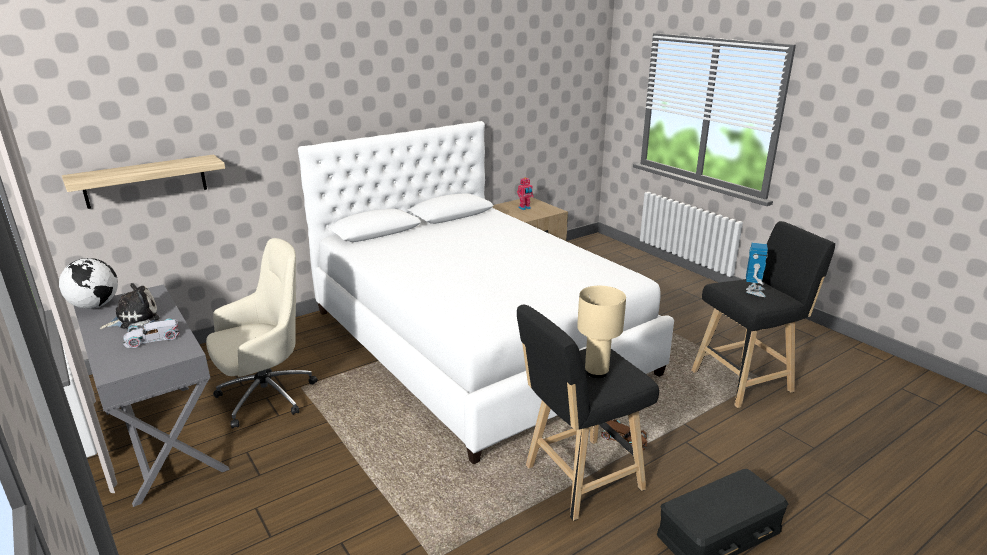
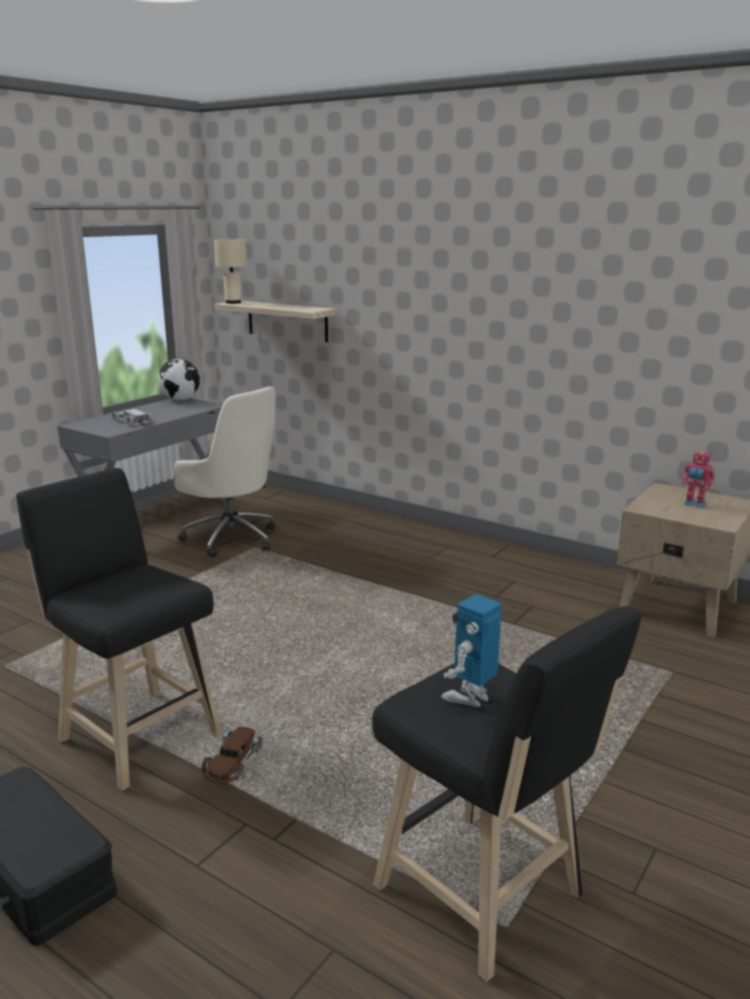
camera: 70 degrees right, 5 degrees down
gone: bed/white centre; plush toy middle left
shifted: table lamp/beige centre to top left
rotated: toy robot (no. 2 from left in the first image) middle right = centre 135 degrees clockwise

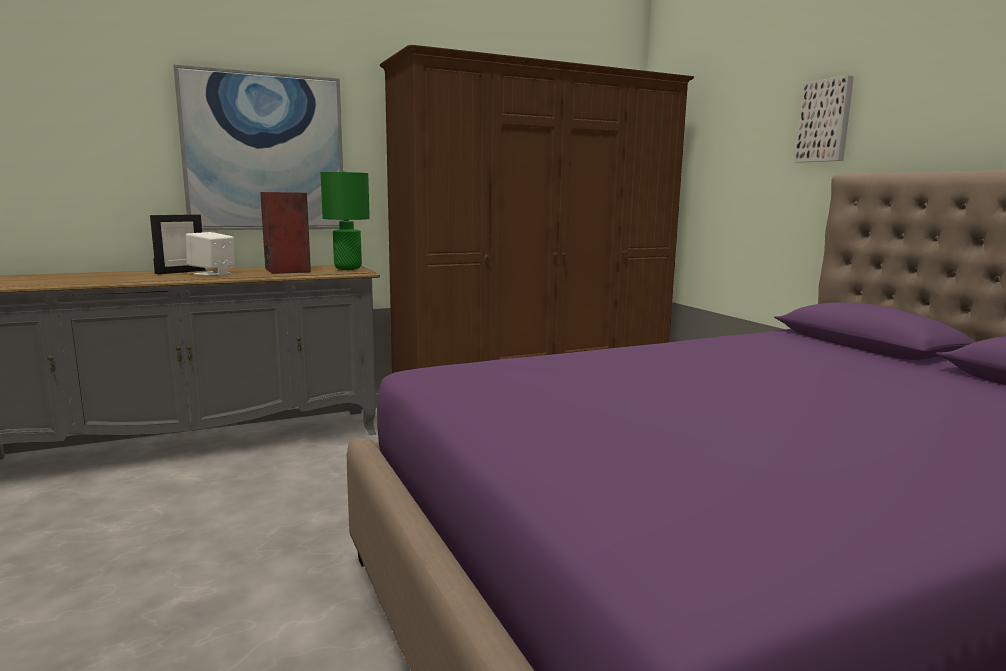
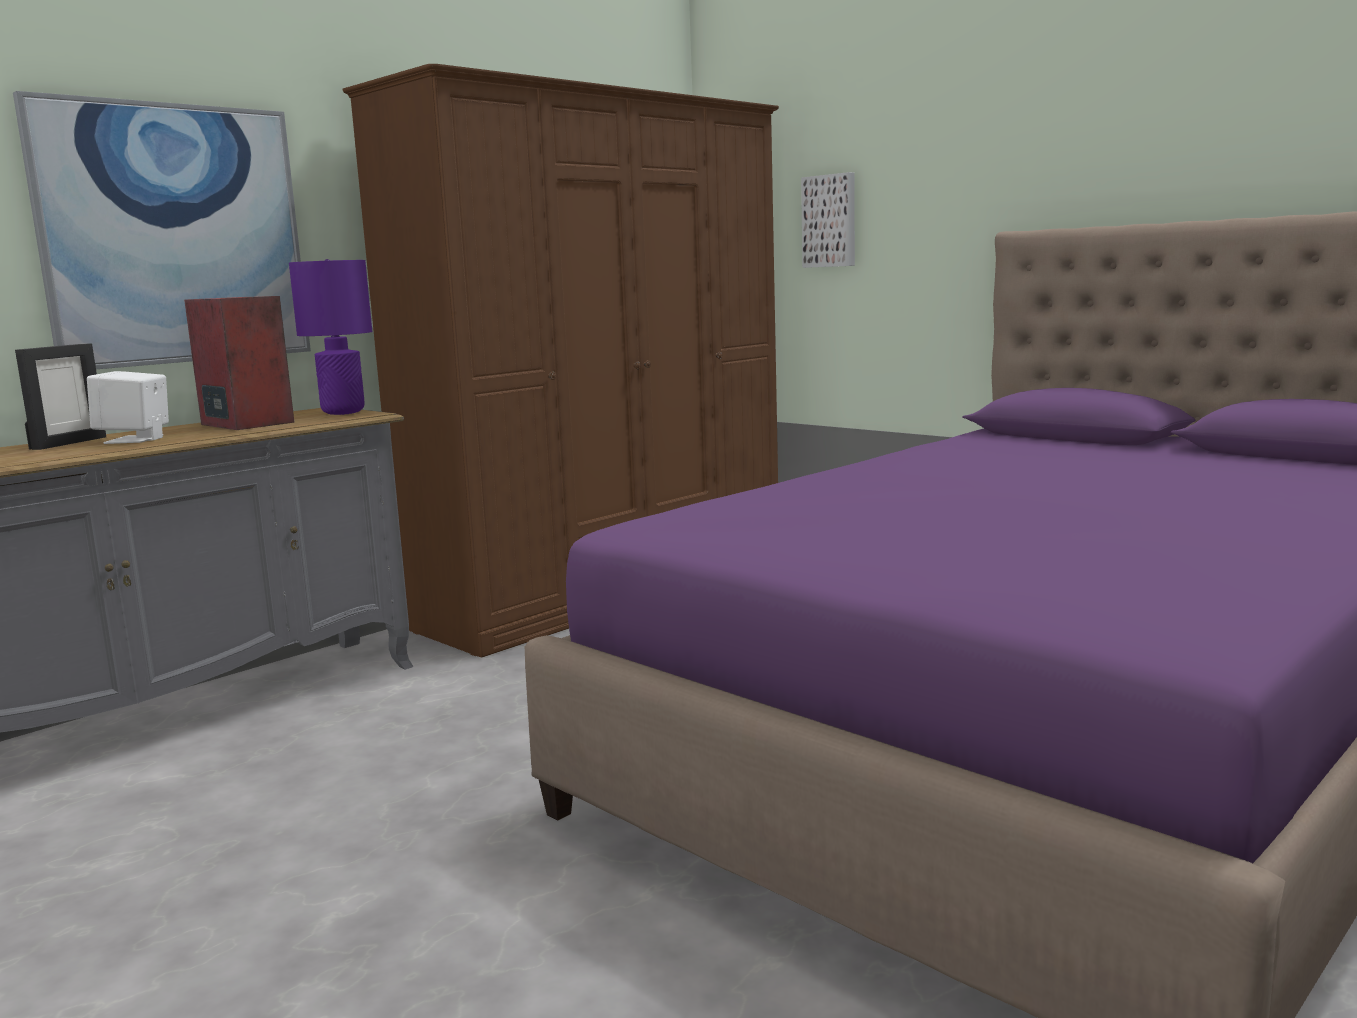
camera: 20 degrees left, 0 degrees up
shifted: picture (no. 2 from left) top right to top centre
repainted: table lamp/green top centre to table lamp/purple top left

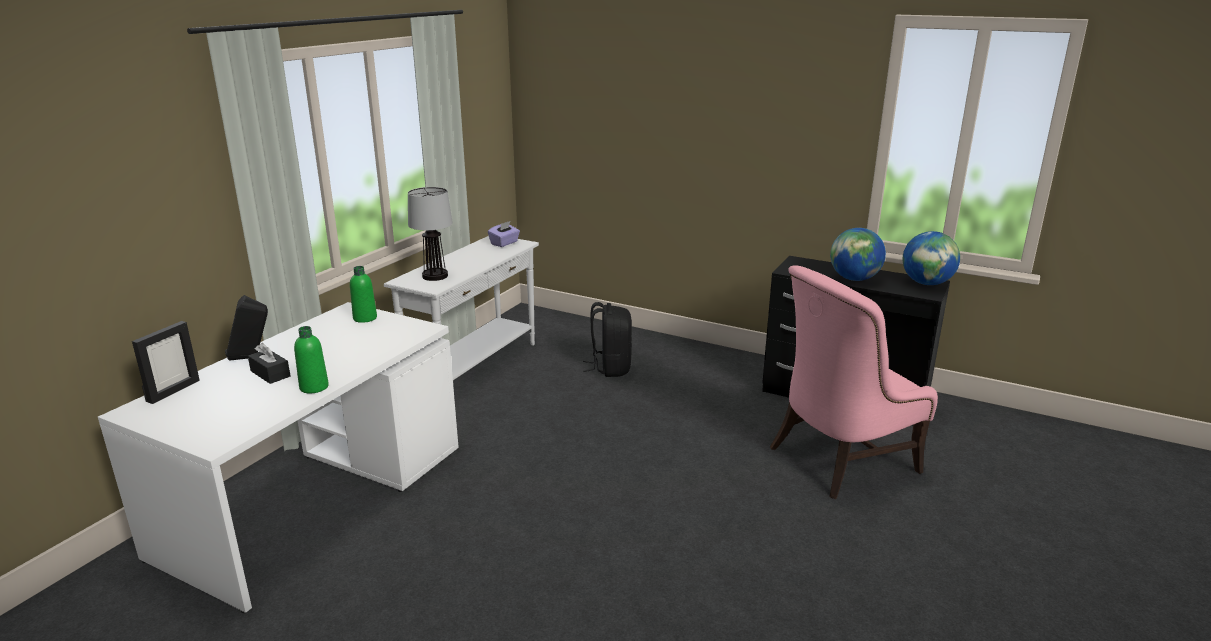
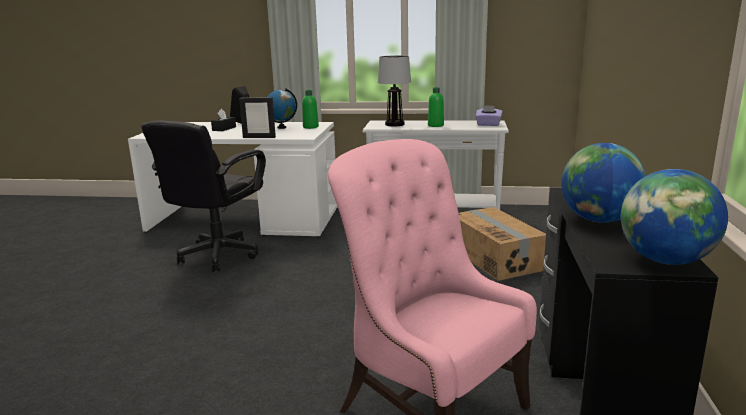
camera: 70 degrees right, 5 degrees down
new: globe (no. 1 from left) top centre; office chair/black middle left
shifted: picture frame middle left to top centre; bottle/green (no. 1 from left in the first image) middle left to bottle/green (no. 2 from left) top centre
swapped: backpack/black centre to cardboard box middle right

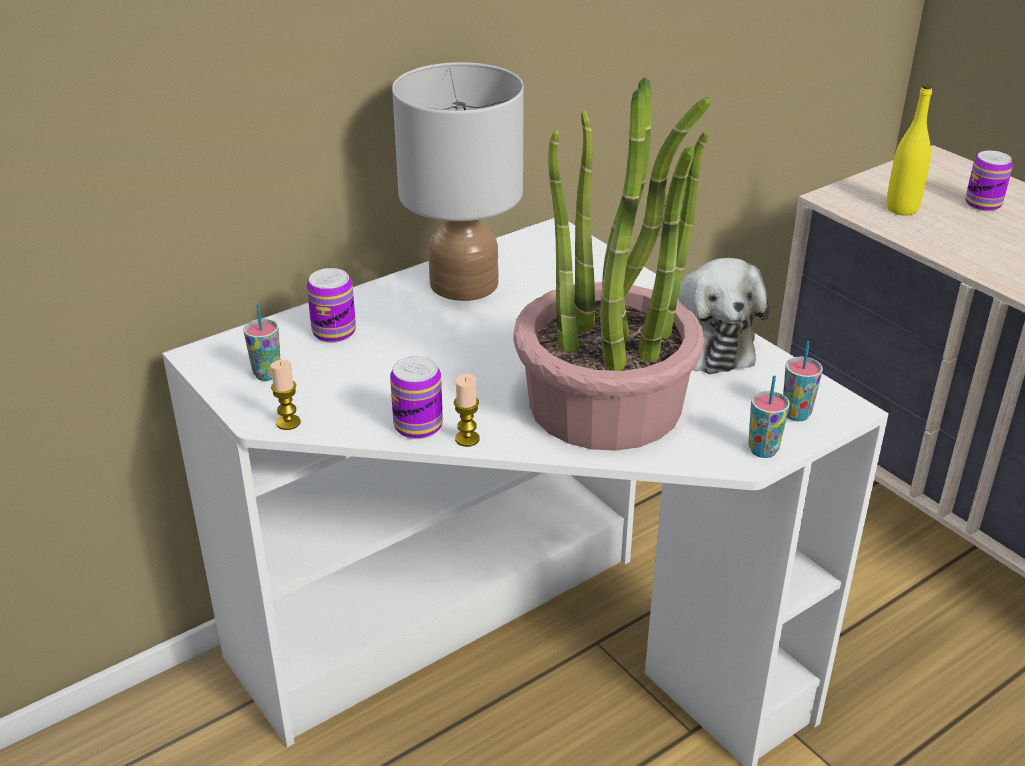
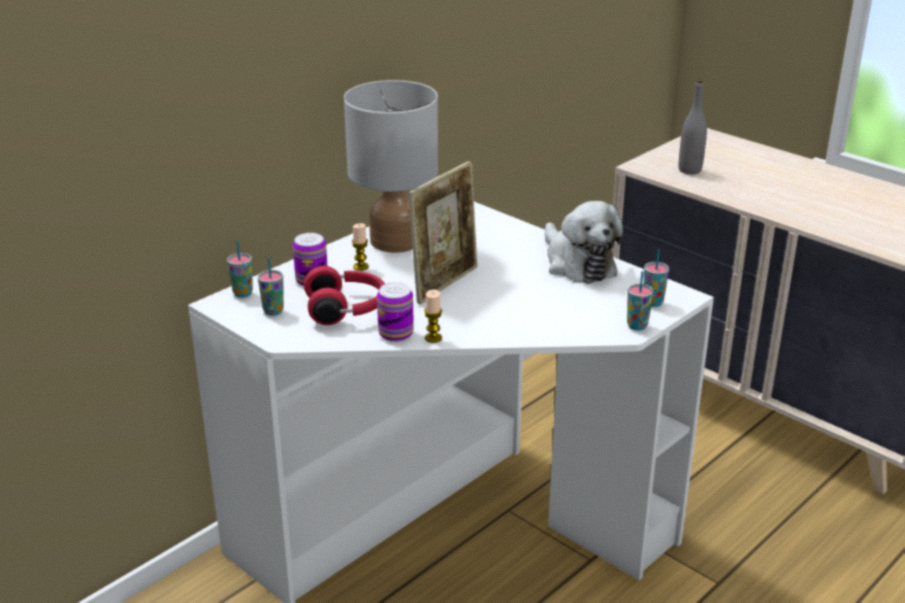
camera: 10 degrees left, 5 degrees down
gone: potted plant centre; can (no. 3 from left) top right
new: picture frame centre; cup (no. 1 from left) middle left; headphones/red centre
shifted: candle (no. 1 from left) middle left to centre
repainted: bottle/yellow top right to bottle/grey top right

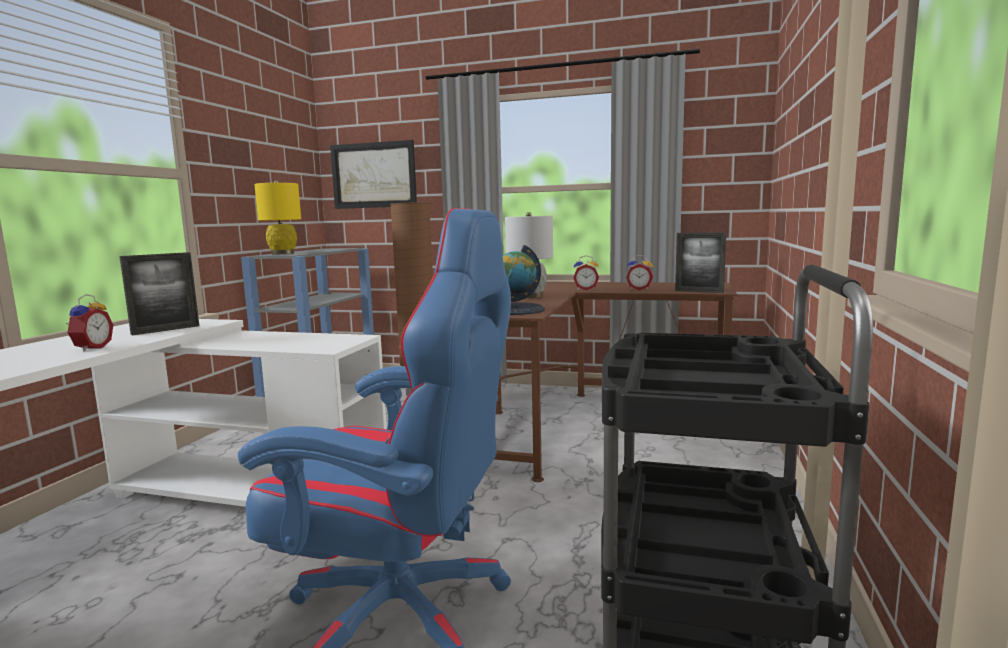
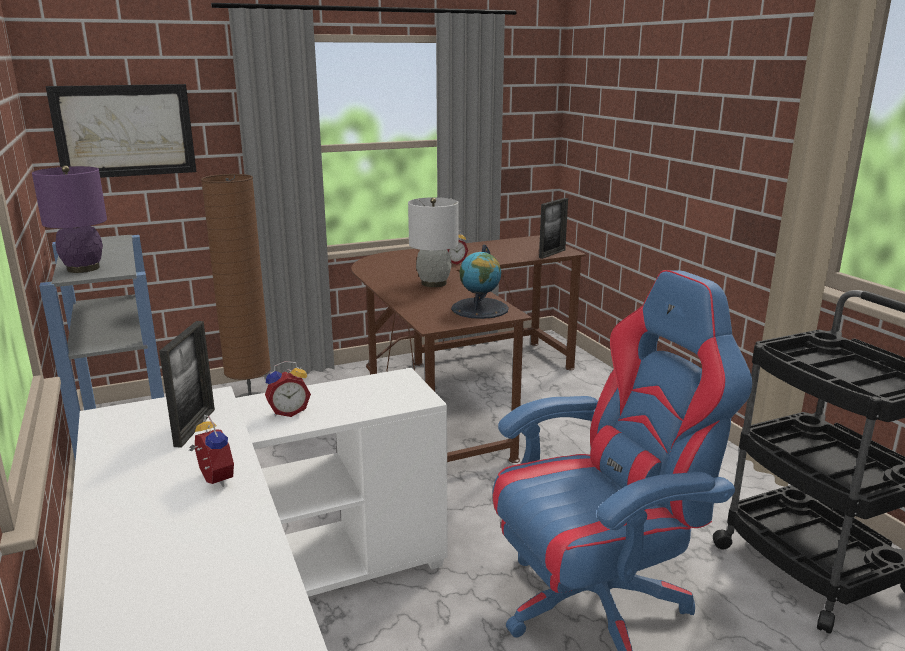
camera: 40 degrees left, 10 degrees up
shifted: alarm clock (no. 3 from left in the first image) centre to alarm clock (no. 2 from left) middle left
repainted: table lamp/yellow middle left to table lamp/purple middle left
rotated: picture frame (no. 2 from left) middle right = centre 45 degrees counterclockwise

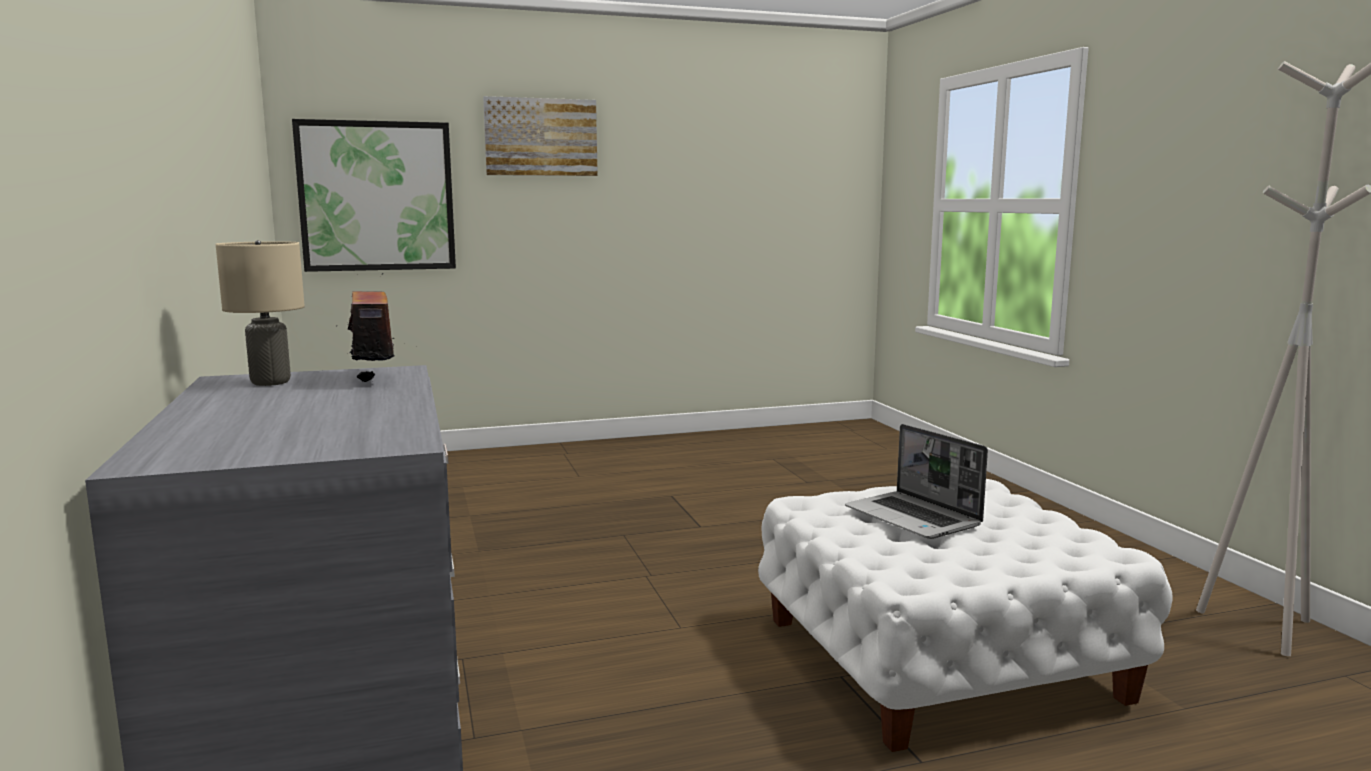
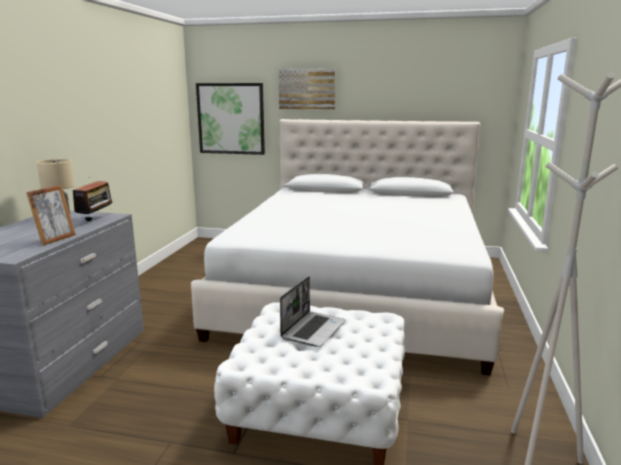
camera: 30 degrees right, 5 degrees up
new: bed/white centre; picture frame middle left
rotated: laptop middle right = bottom centre 150 degrees counterclockwise

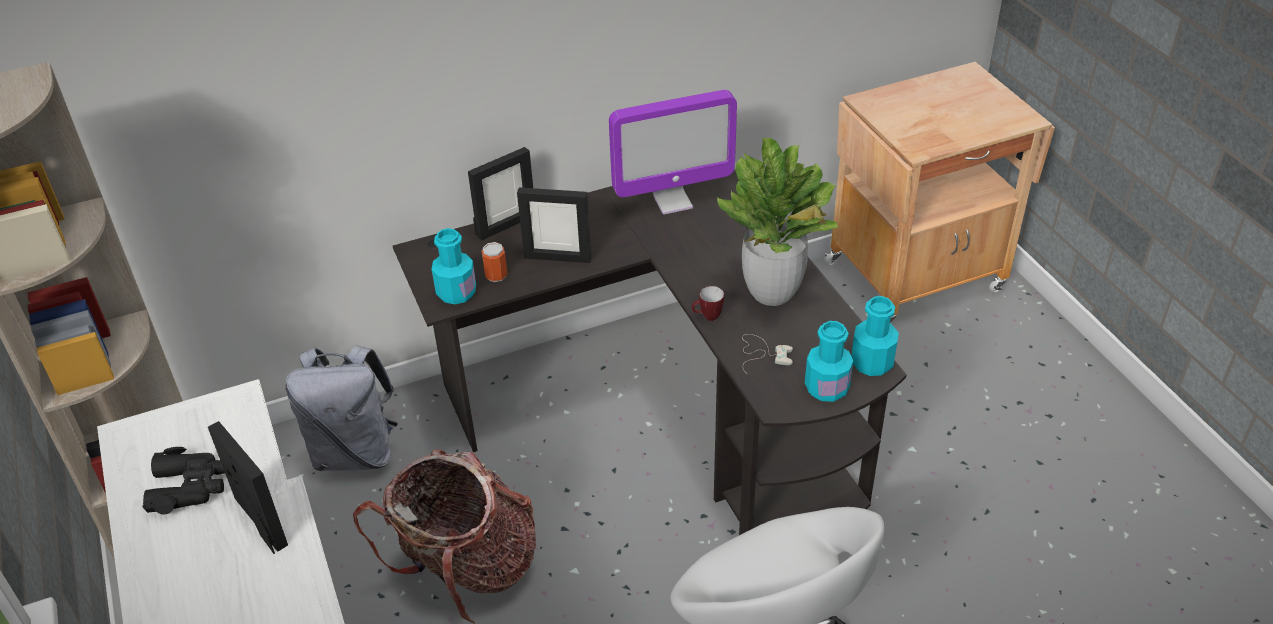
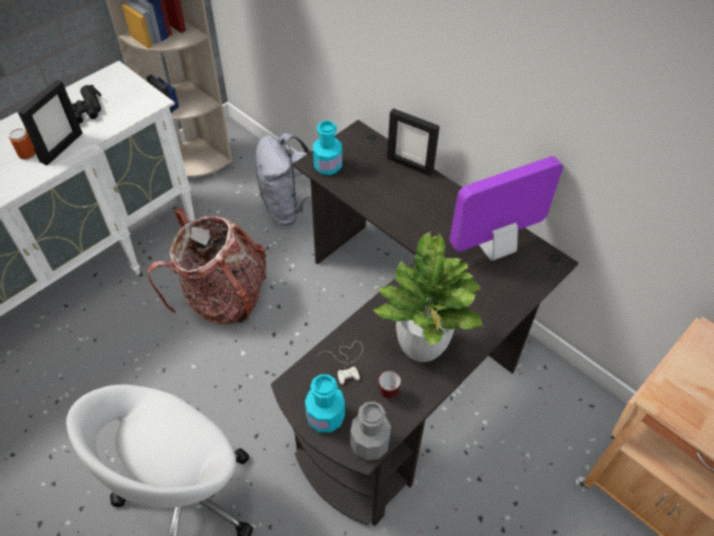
camera: 65 degrees right, 10 degrees up
gone: picture frame (no. 3 from left) centre
shifted: can centre to top left; mug centre to bottom centre
repainted: bottle/turquoise (no. 3 from left) middle right to bottle/grey bottom centre
rotated: monitor top centre = middle right 105 degrees clockwise

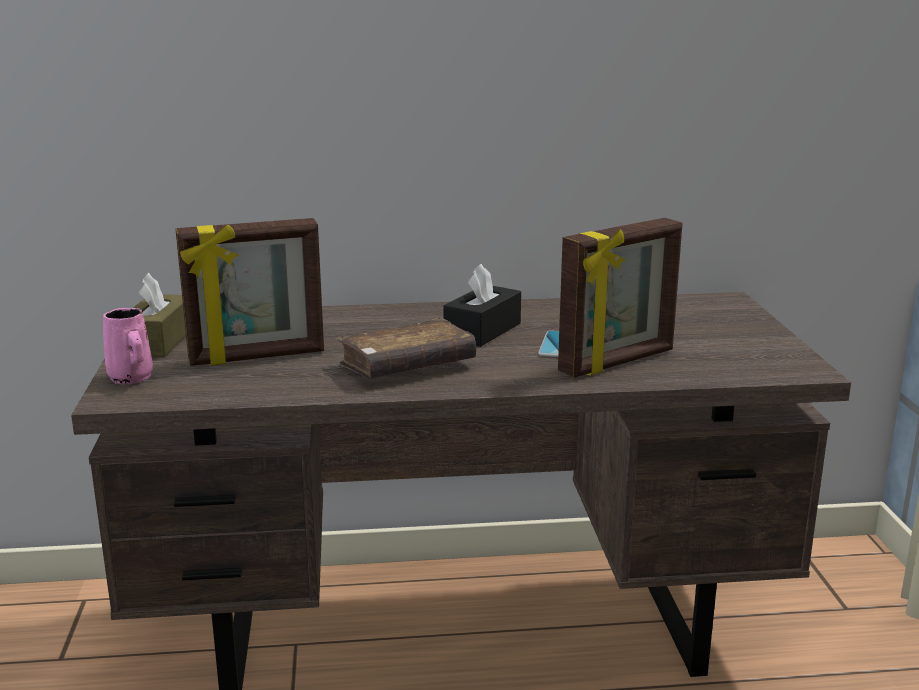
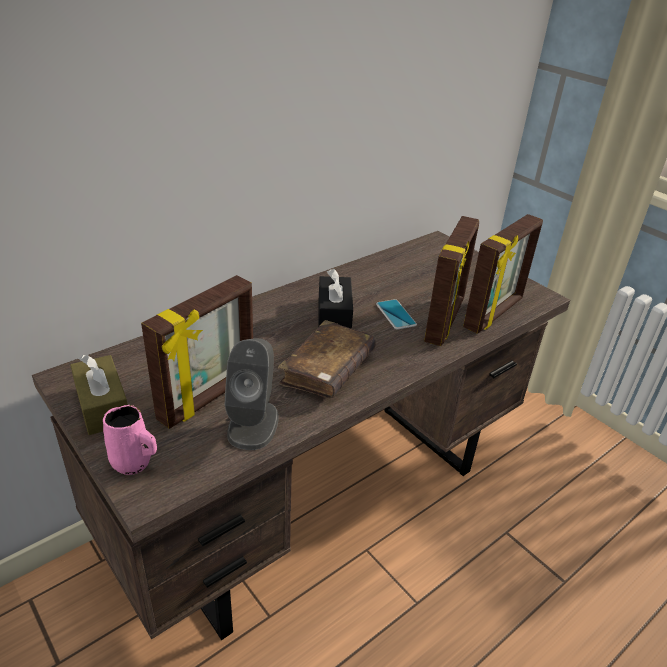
camera: 35 degrees left, 15 degrees up
new: picture frame (no. 3 from left) middle right; speaker/grey centre

